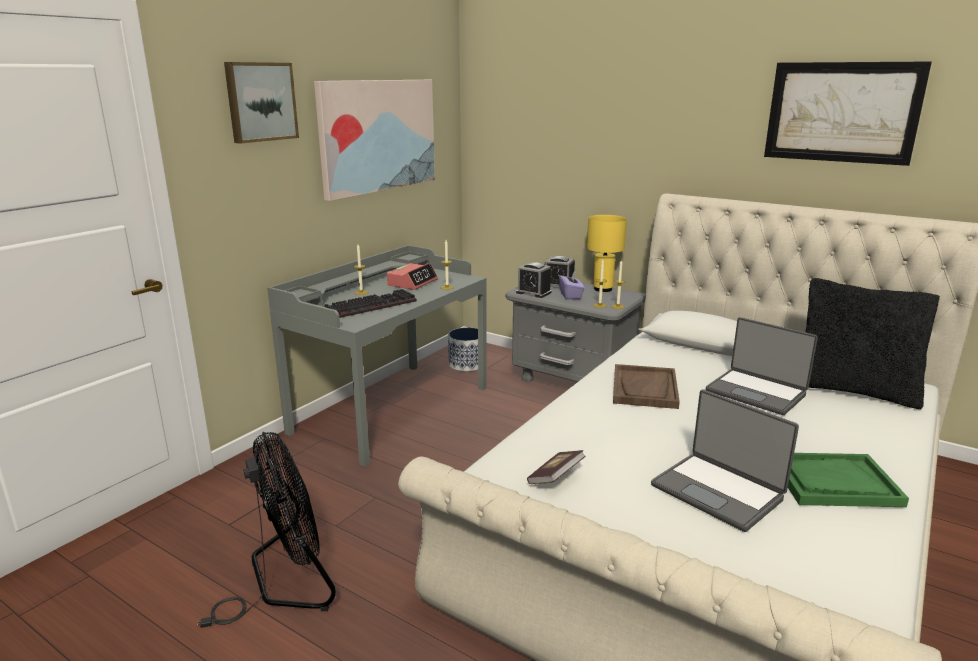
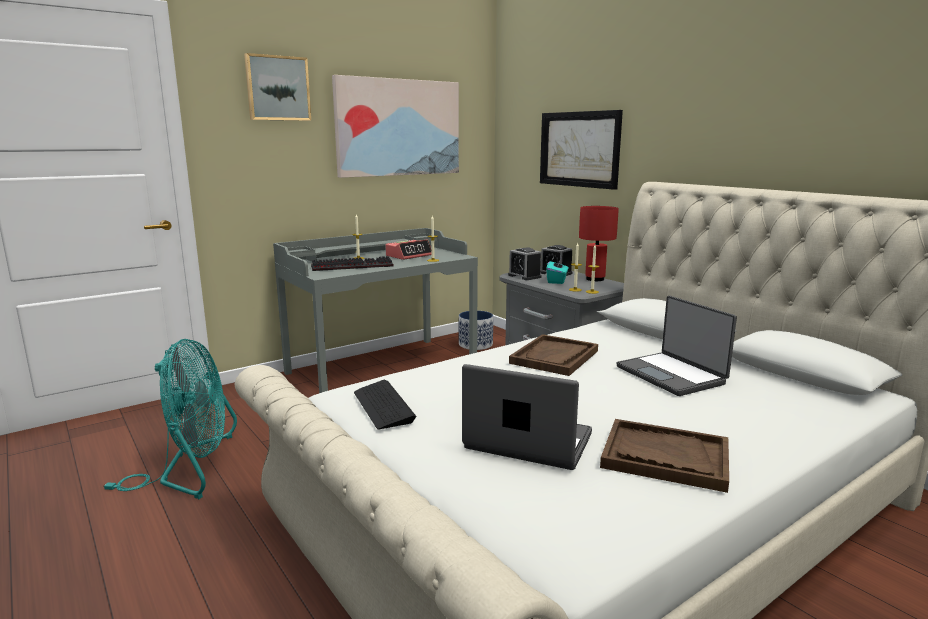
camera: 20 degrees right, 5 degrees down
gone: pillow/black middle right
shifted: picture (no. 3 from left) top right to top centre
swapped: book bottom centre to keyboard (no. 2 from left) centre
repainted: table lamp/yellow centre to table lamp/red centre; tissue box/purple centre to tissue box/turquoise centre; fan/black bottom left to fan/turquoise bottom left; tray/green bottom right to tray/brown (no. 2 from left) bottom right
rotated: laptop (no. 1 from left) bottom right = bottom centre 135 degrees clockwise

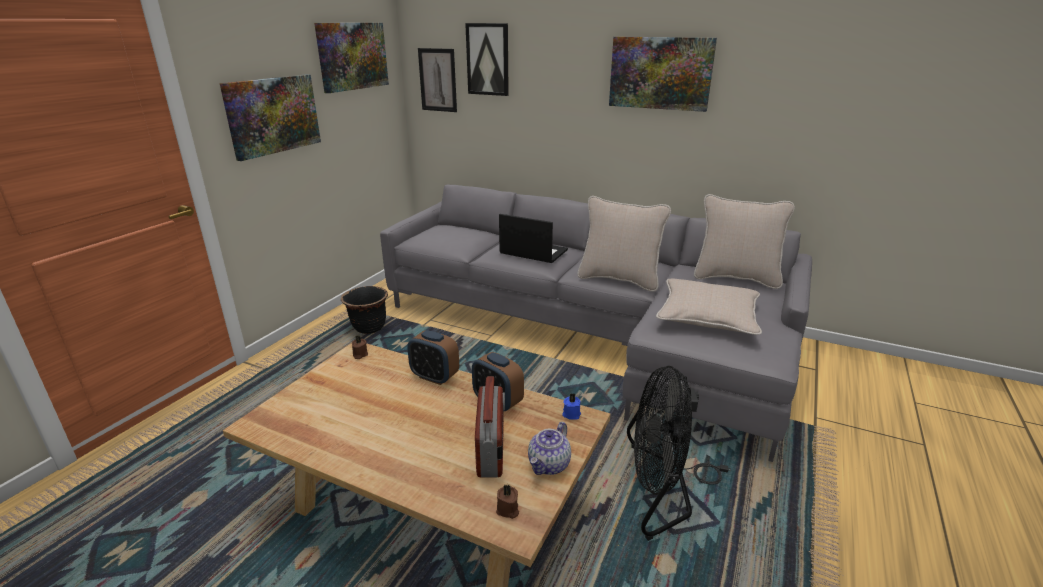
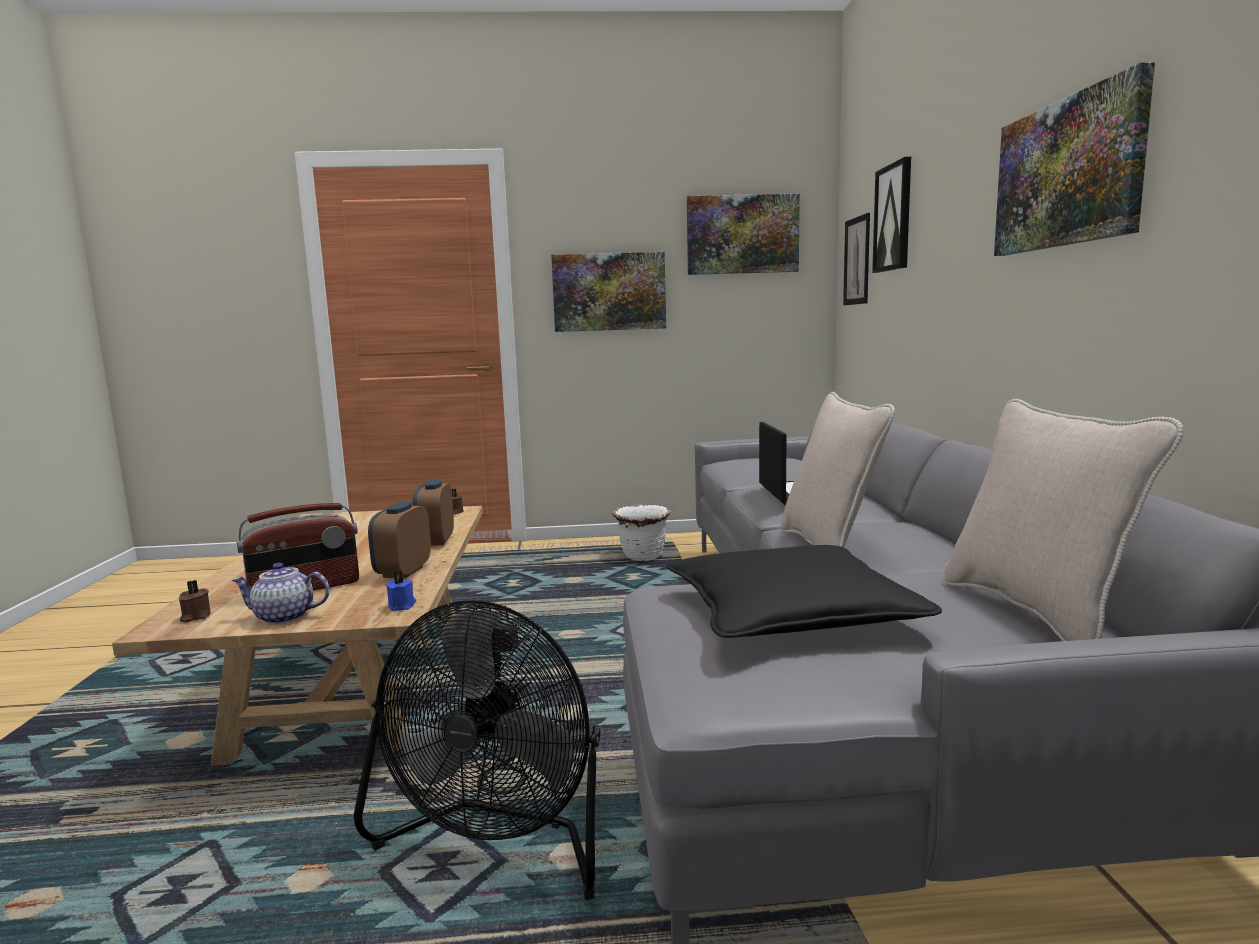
camera: 60 degrees right, 15 degrees down
repainted: pillow/beige (no. 2 from left) middle right to pillow/black centre; planter/black centre to planter/white centre
rotated: fan/black bottom centre = bottom centre 135 degrees counterclockwise

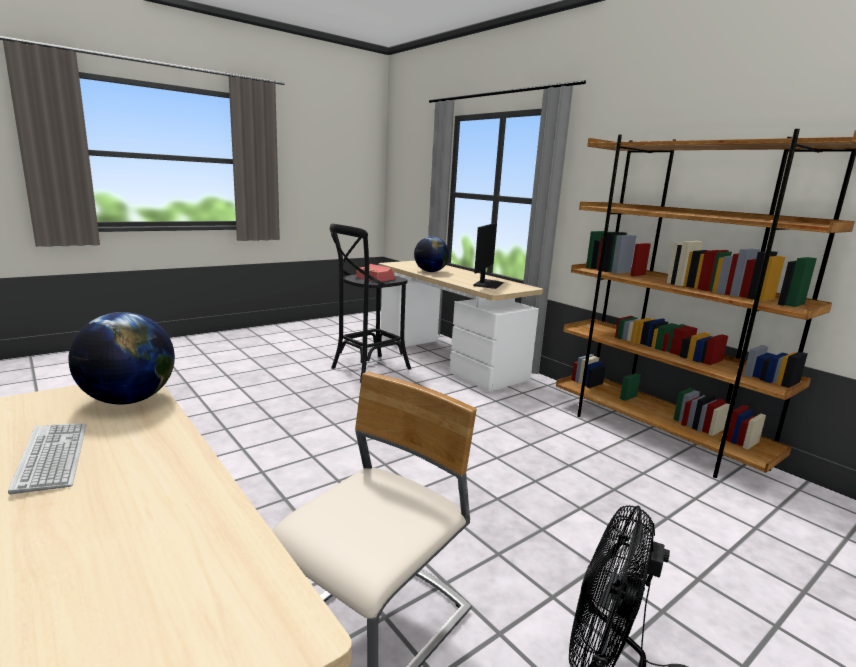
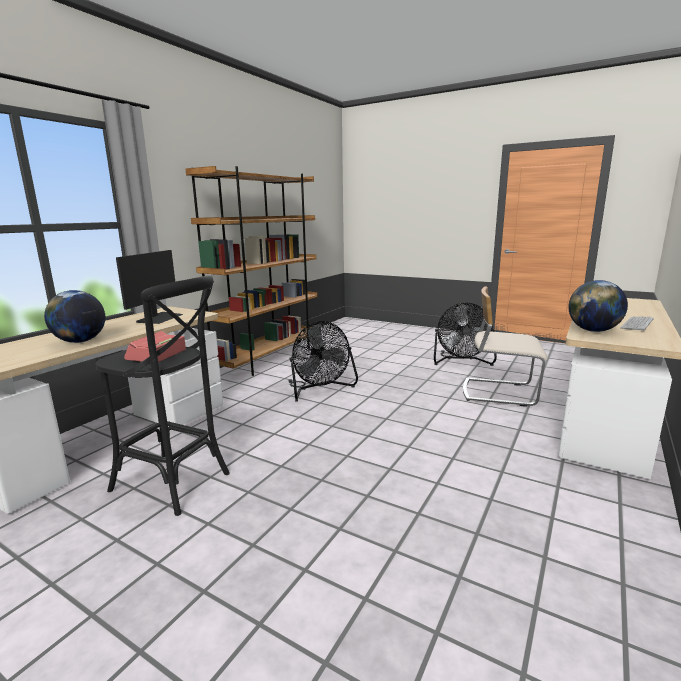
camera: 110 degrees left, 0 degrees up
new: fan/black (no. 1 from left) centre
rotated: monitor centre = middle left 105 degrees clockwise

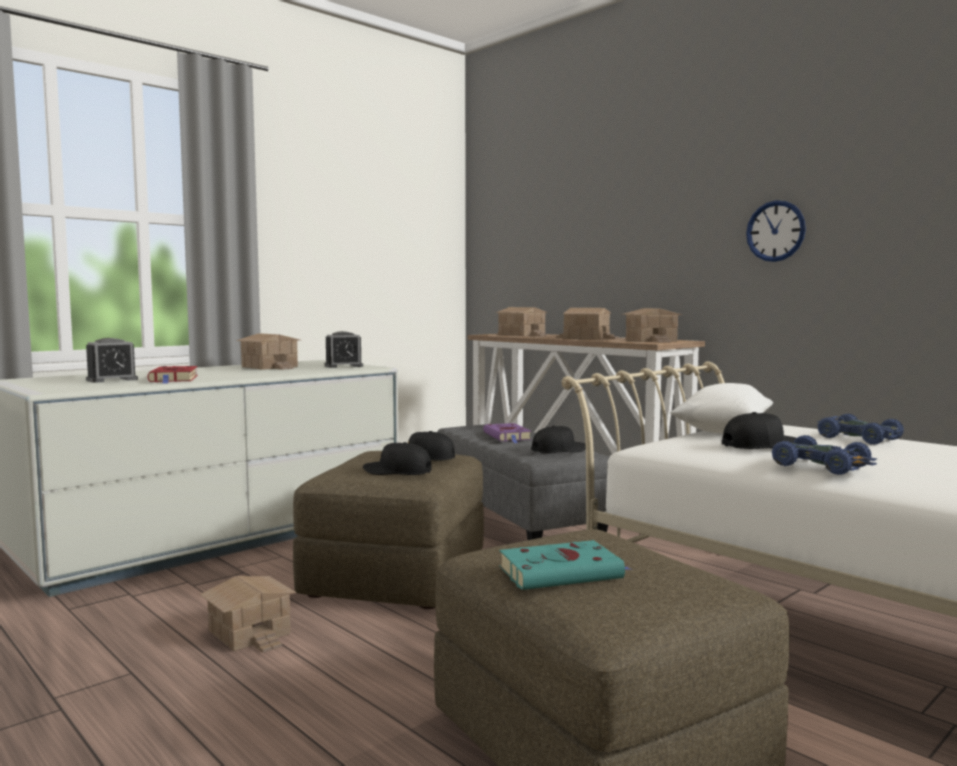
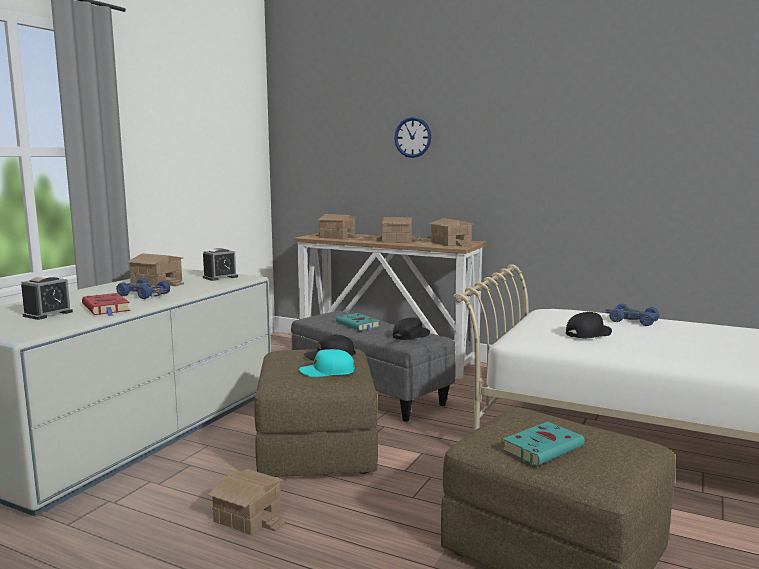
camera: 20 degrees left, 5 degrees up
gone: pillow/white middle right
shifted: wall clock top right to top centre; toy car/blue (no. 1 from left) middle right to middle left
repainted: book/purple centre to book/turquoise (no. 1 from left) centre; cap/black (no. 1 from left) centre to cap/turquoise centre

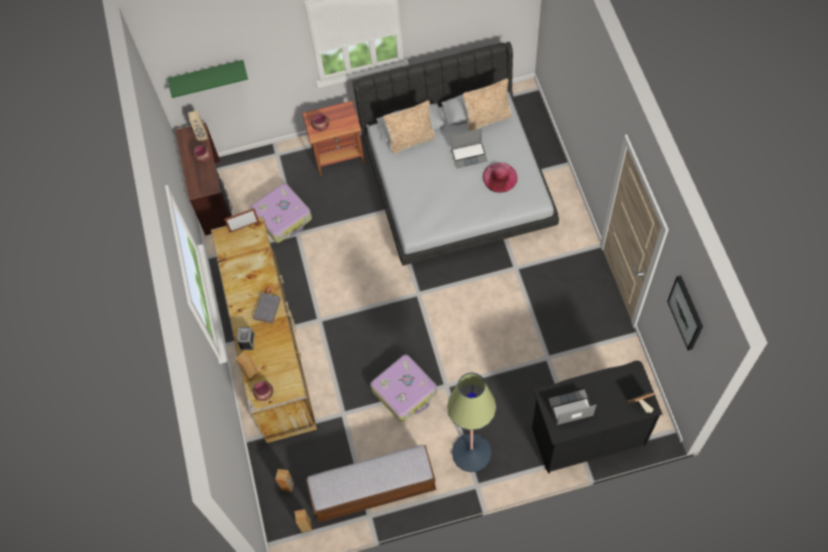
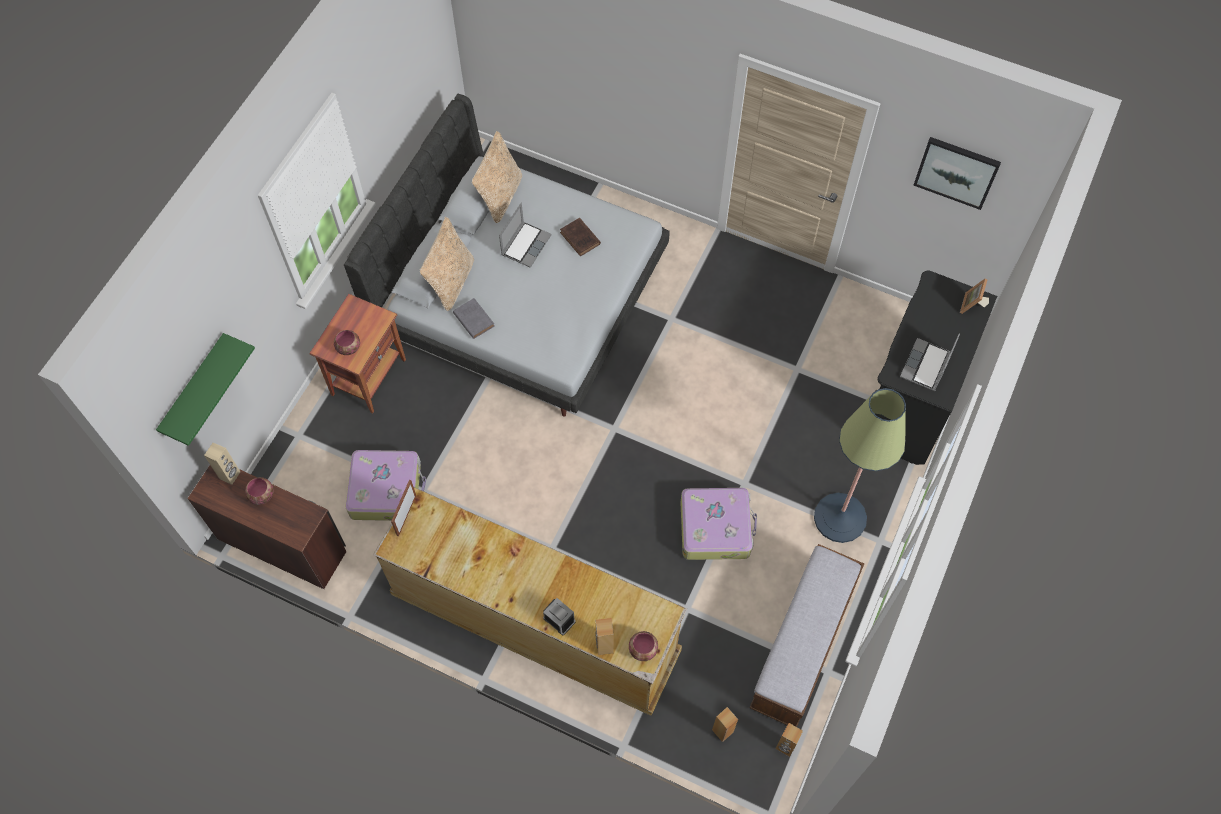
camera: 55 degrees left, 0 degrees up
shifted: book/grey middle left to centre
swapped: hat/pink top centre to book/brown top centre

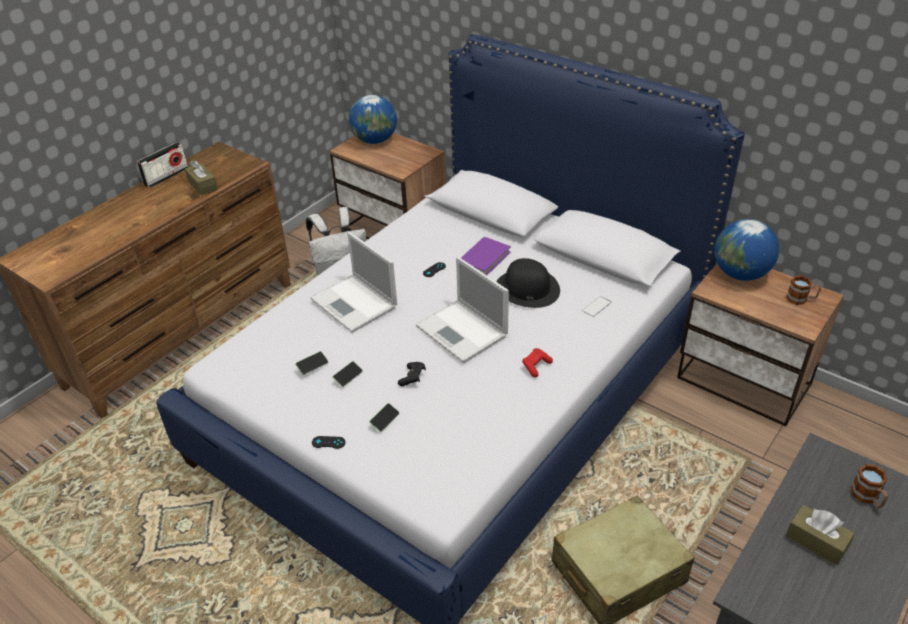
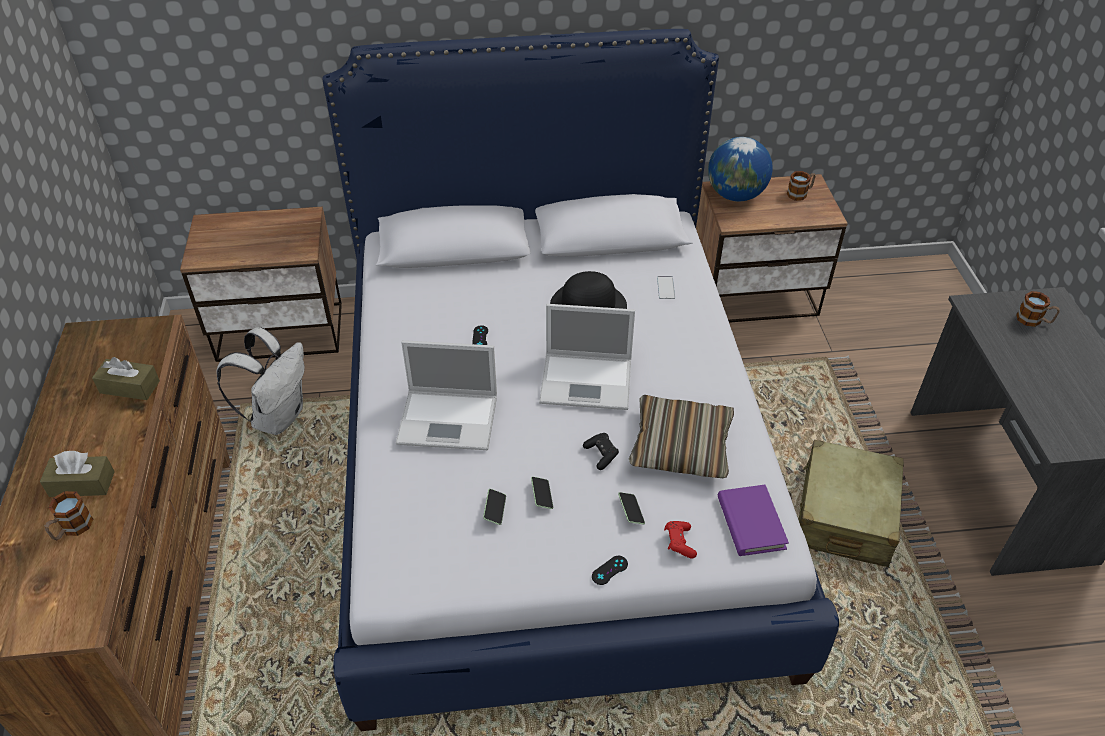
camera: 45 degrees left, 5 degrees up
gone: globe (no. 1 from left) top centre; radio top left
new: pillow centre; mug (no. 1 from left) bottom left
shifted: book/purple centre to bottom right; game controller/red centre to bottom centre; tissue box/brown (no. 2 from left in the first image) bottom right to tissue box/brown (no. 1 from left) middle left

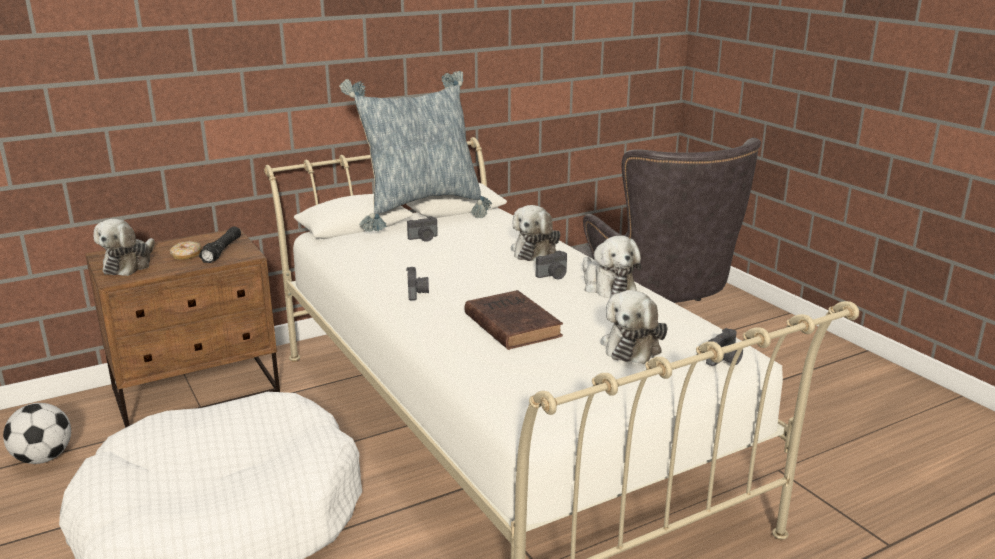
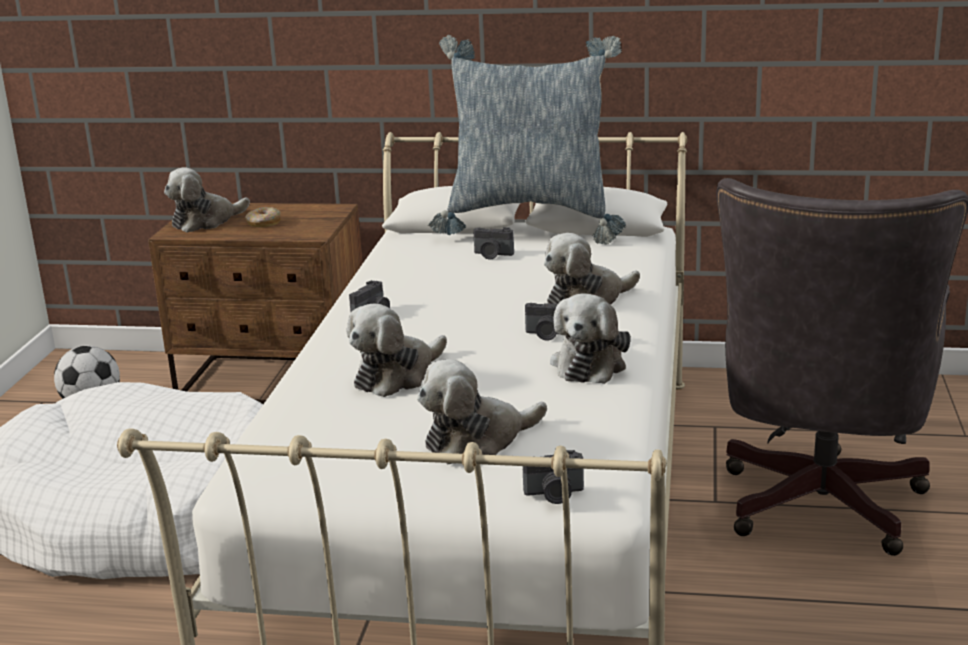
camera: 40 degrees right, 0 degrees up
gone: flashlight/black middle left
swapped: book/brown centre to plush toy (no. 2 from left) centre

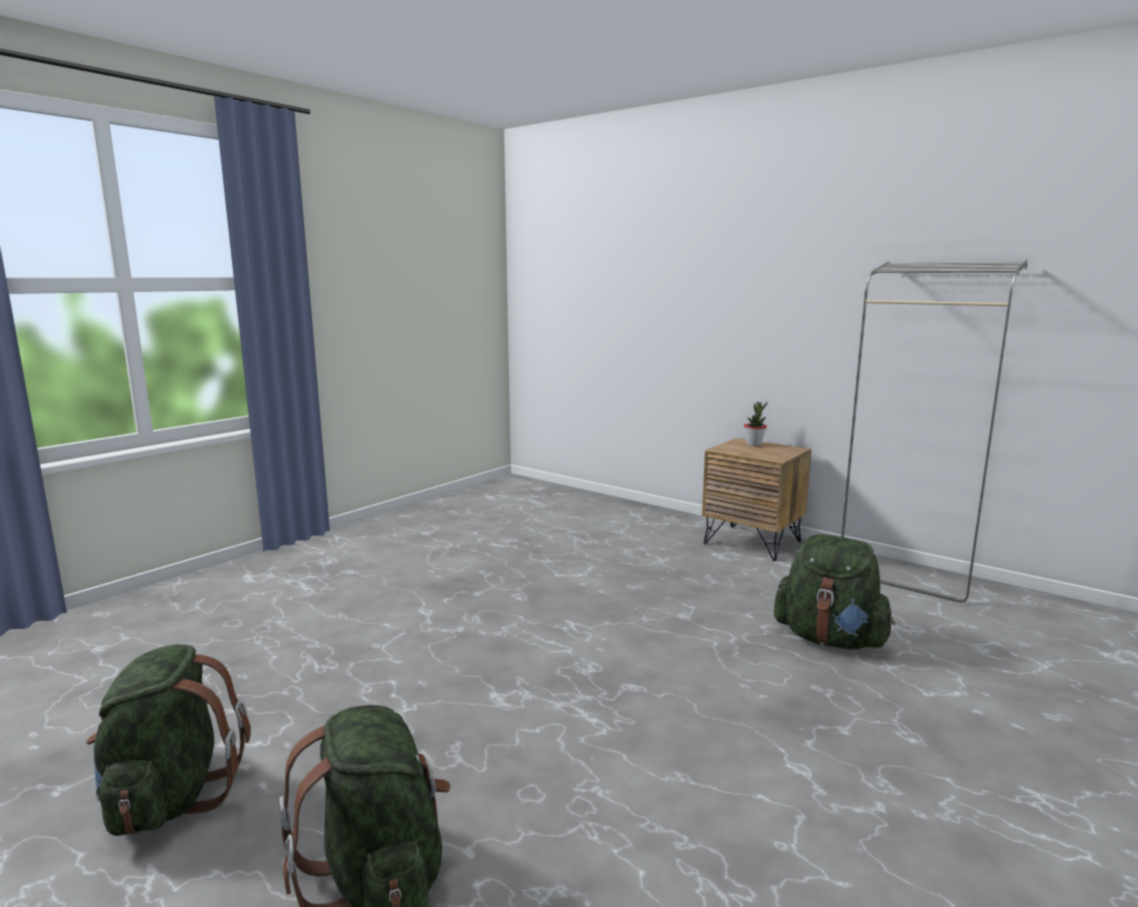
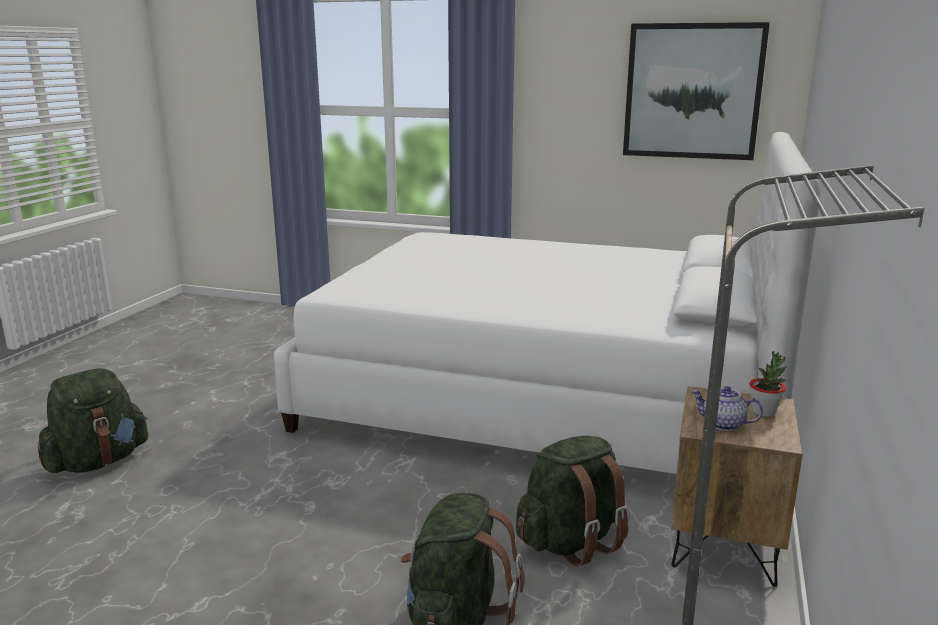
camera: 70 degrees right, 5 degrees up
new: picture top right; bed/white centre; teapot middle right
shifted: backpack/green (no. 1 from left in the first image) bottom left to backpack/green (no. 3 from left) bottom centre

